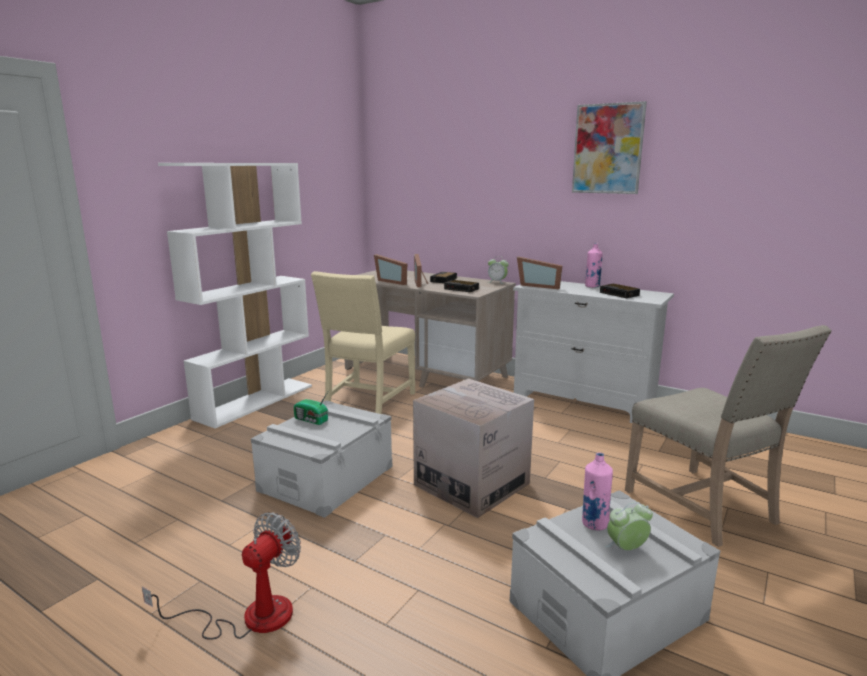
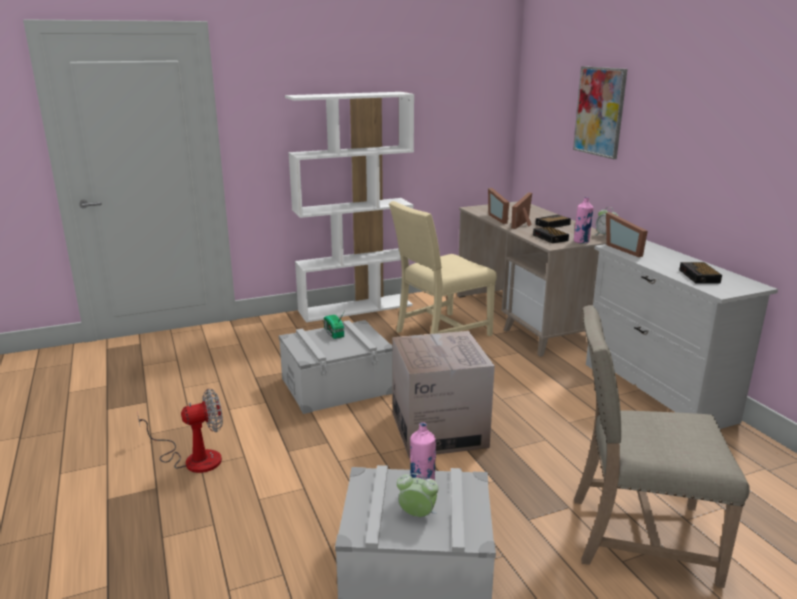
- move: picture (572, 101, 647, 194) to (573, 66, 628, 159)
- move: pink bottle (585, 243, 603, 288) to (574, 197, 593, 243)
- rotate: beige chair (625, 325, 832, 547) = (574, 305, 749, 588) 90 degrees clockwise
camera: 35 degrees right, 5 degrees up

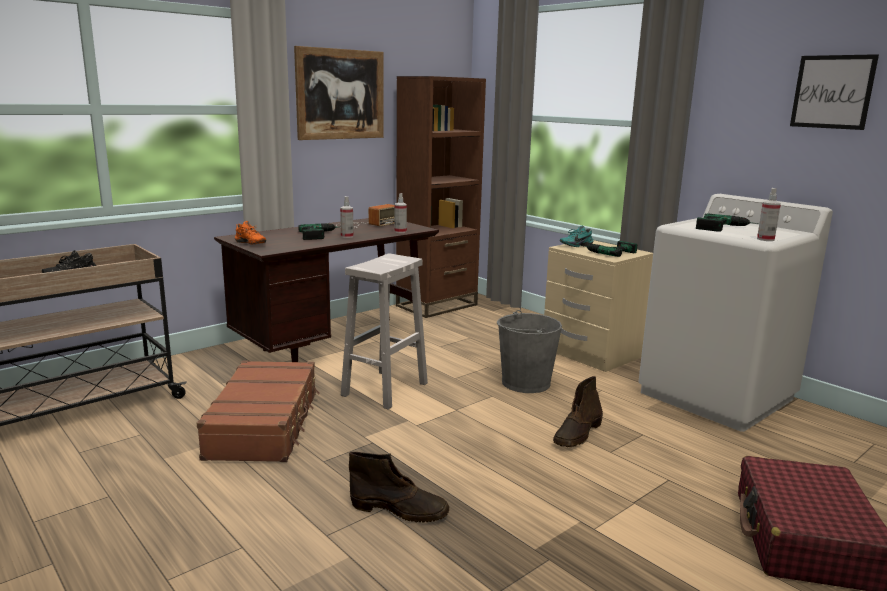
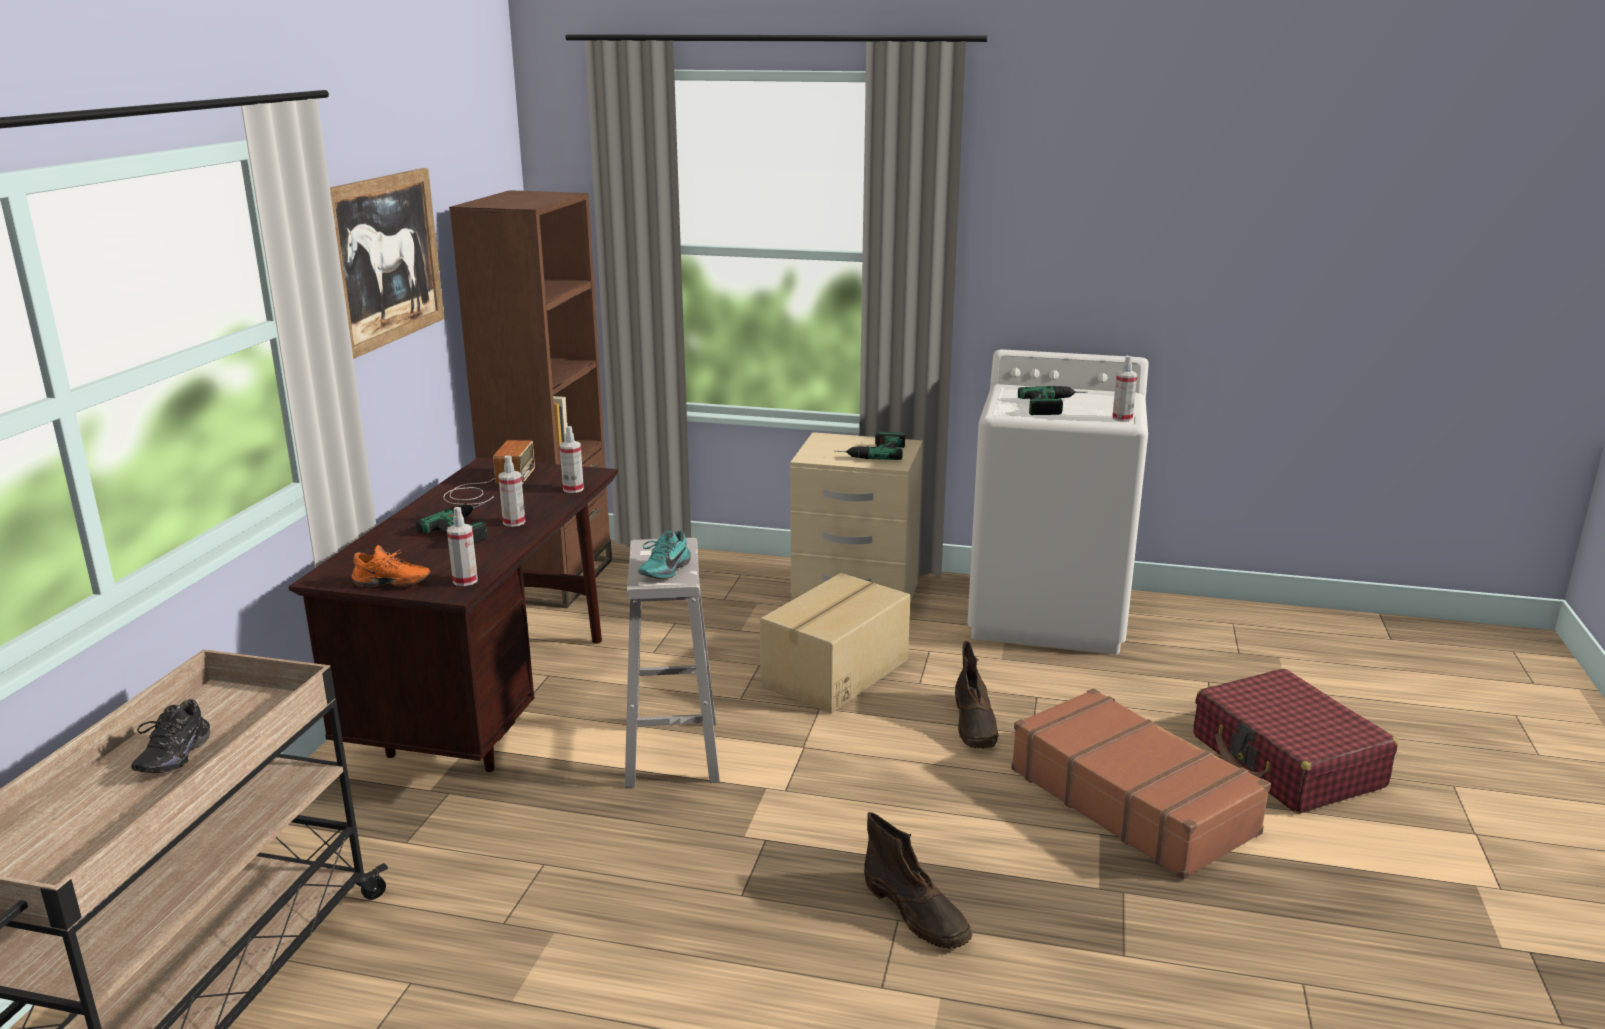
- move: brown suitcase (196, 360, 319, 462) to (1011, 688, 1271, 880)
- rotate: brown boot (349, 452, 449, 522) = (864, 812, 973, 949) 75 degrees clockwise
- replace: grey bucket (497, 310, 562, 393) to cardboard box (760, 573, 910, 714)
- move: turquoise shoe (560, 226, 593, 247) to (638, 530, 691, 579)
- delete: picture (790, 54, 879, 130)
- insert: spray bottle (447, 507, 478, 586)
camera: 35 degrees left, 5 degrees up

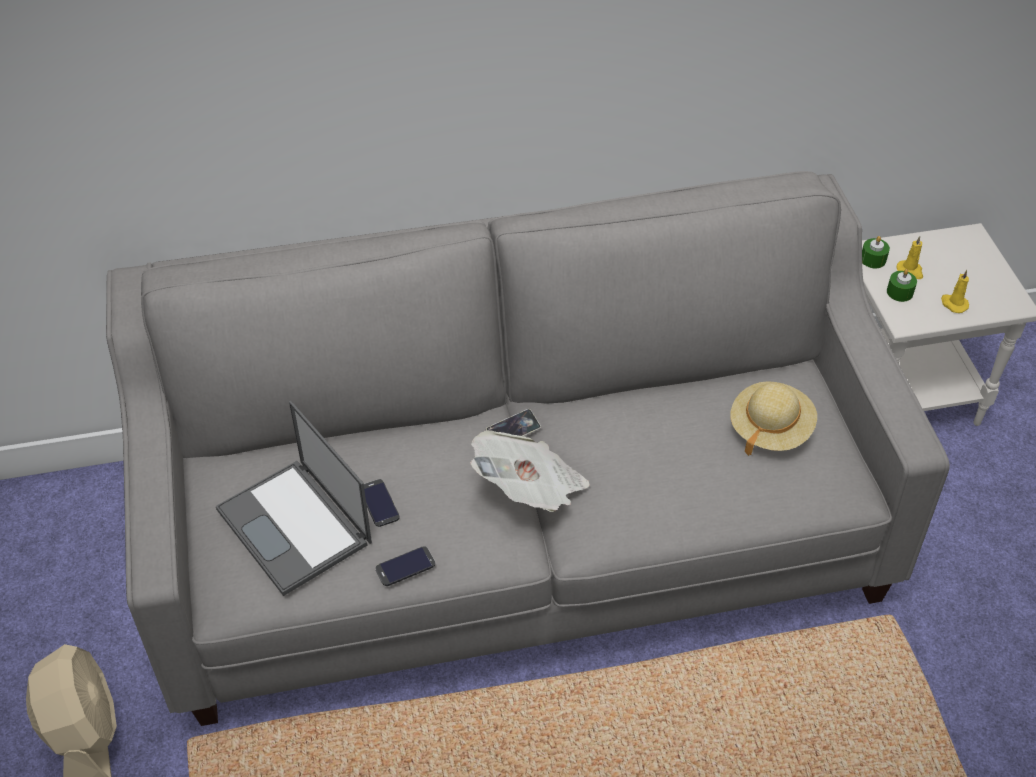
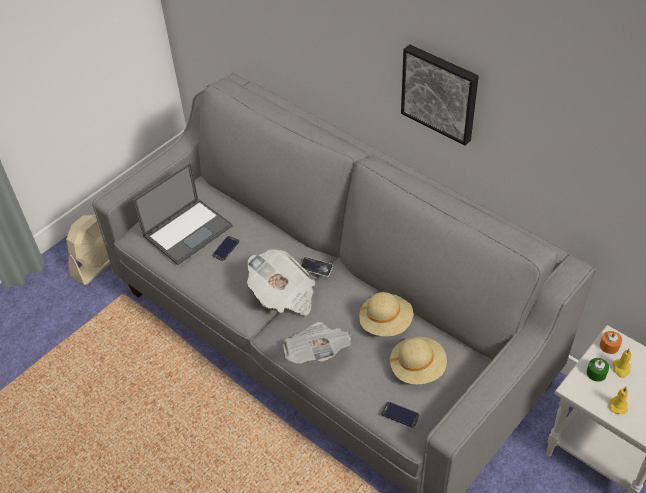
- rotate: laptop (216, 401, 372, 596) = (133, 163, 233, 265) 150 degrees counterclockwise
- move: phone (375, 546, 435, 586) to (381, 402, 420, 428)
- recolor: green candle (862, 236, 890, 268) to orange candle (600, 331, 622, 354)
- insert: newspaper (283, 322, 351, 363)
- insert: beige hat (359, 292, 413, 336)
- insert: picture (401, 44, 479, 146)
camera: 55 degrees right, 0 degrees up

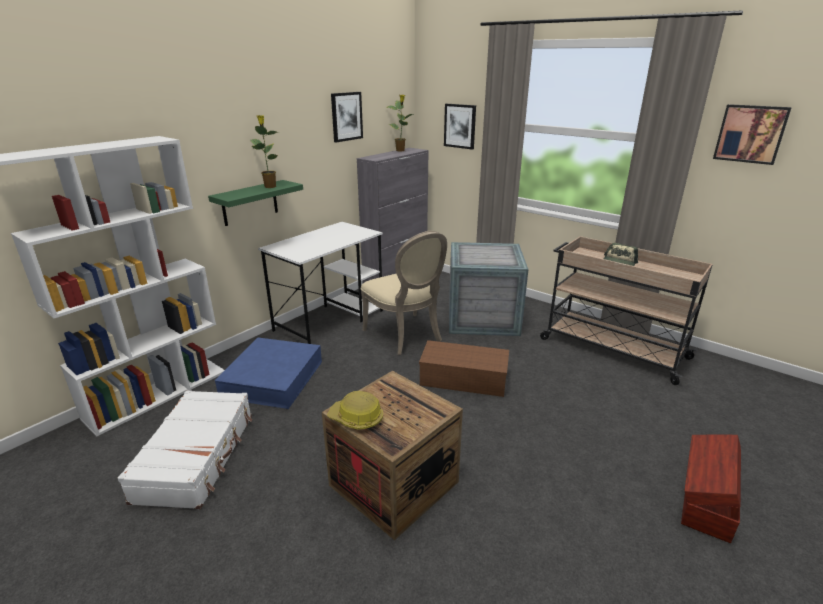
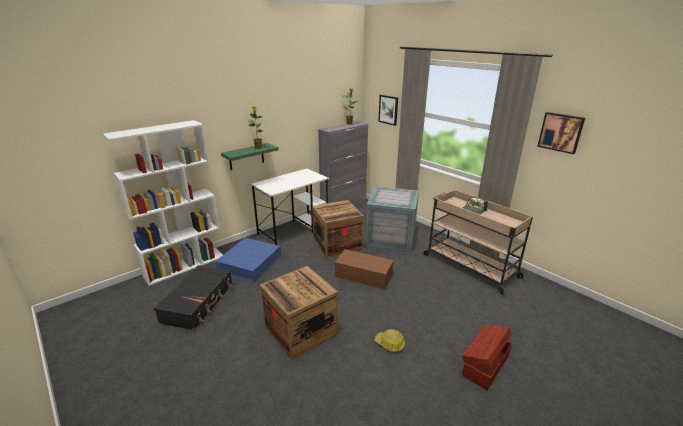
- recolor: white suitcase (118, 390, 252, 509) to black suitcase (154, 265, 233, 330)
- move: hard hat (327, 391, 383, 430) to (375, 329, 405, 352)
- delete: picture (331, 92, 363, 142)
- replace: beige chair (361, 231, 447, 355) to crate (312, 200, 364, 258)
camera: 10 degrees right, 0 degrees up

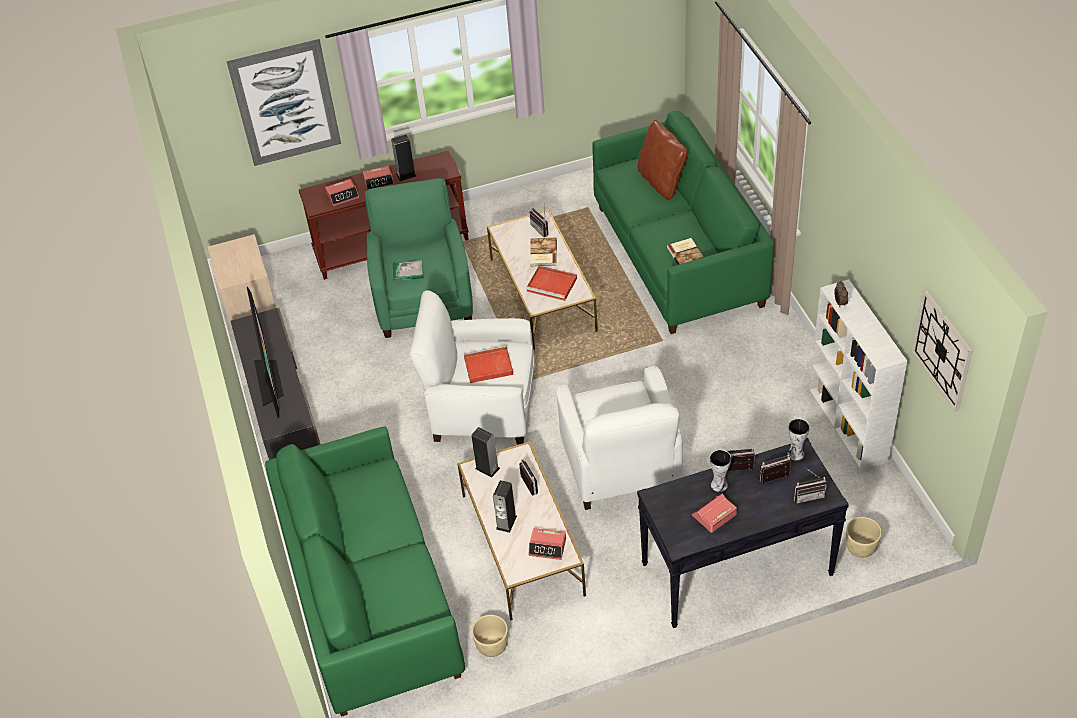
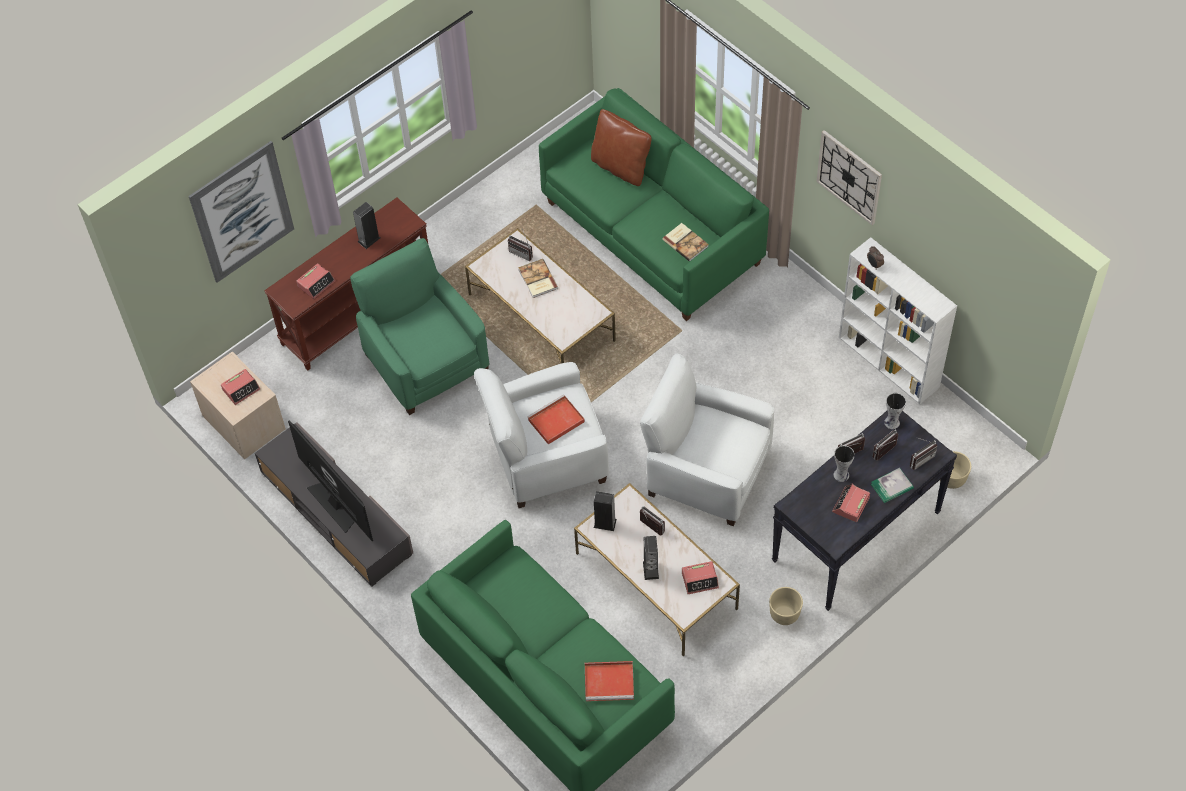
- move: alarm clock (363, 166, 394, 190) to (221, 369, 260, 405)
- move: book (393, 260, 423, 281) to (871, 468, 914, 503)
- move: beige planter (472, 615, 508, 657) to (769, 587, 803, 625)
- move: red tray (526, 266, 577, 301) to (585, 661, 634, 701)
- rotate: white armchair (556, 366, 683, 510) = (640, 354, 774, 526) 150 degrees clockwise
- move: wall clock (912, 290, 973, 412) to (817, 130, 882, 225)
camera: 25 degrees left, 10 degrees up

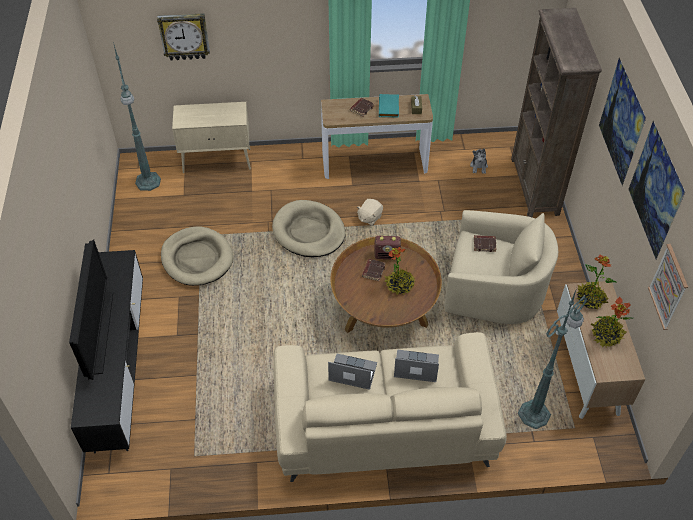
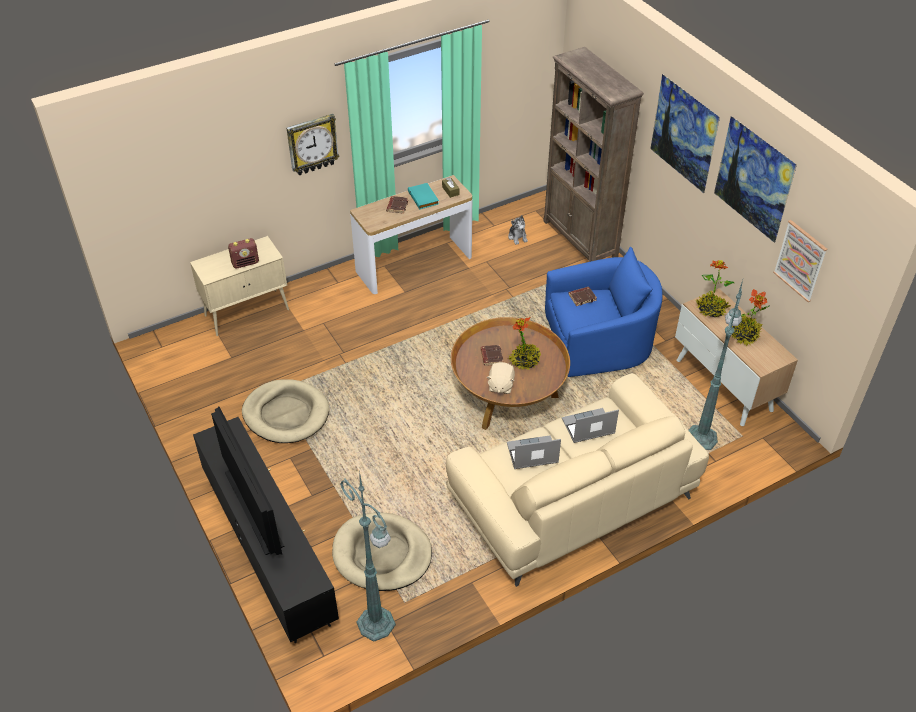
- move: green floor lamp (113, 42, 161, 191) to (340, 470, 396, 641)
- move: wall clock (157, 13, 210, 60) to (286, 114, 339, 175)
- move: beige dog bed (272, 200, 346, 257) to (332, 512, 432, 591)
- move: beige plush toy (357, 199, 383, 226) to (486, 362, 515, 394)
- move: radio (374, 236, 401, 259) to (228, 238, 259, 269)
- recolor: beige armchair (445, 210, 558, 324) to blue armchair (545, 247, 663, 377)
camera: 25 degrees left, 5 degrees down

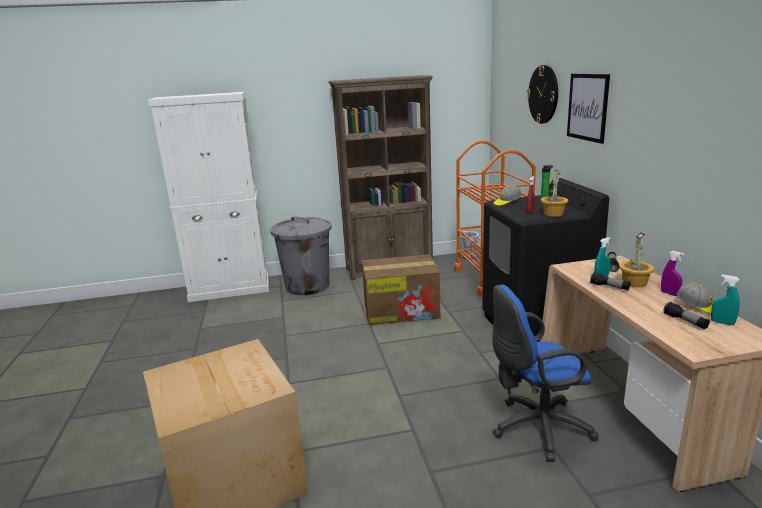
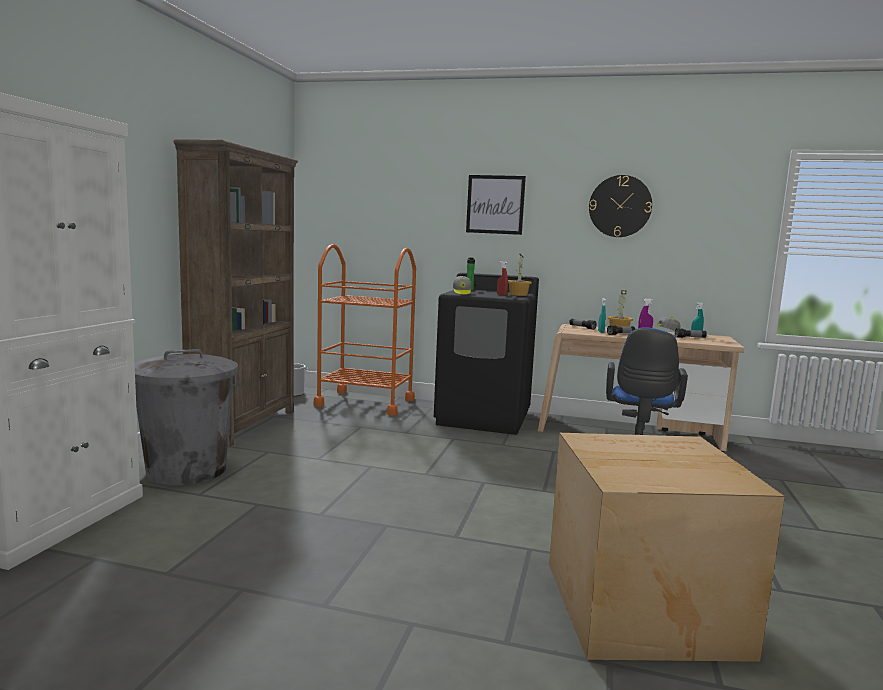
- delete: cardboard box (362, 255, 440, 325)
- move: wall clock (527, 65, 558, 124) to (589, 175, 652, 237)
camera: 65 degrees left, 10 degrees down

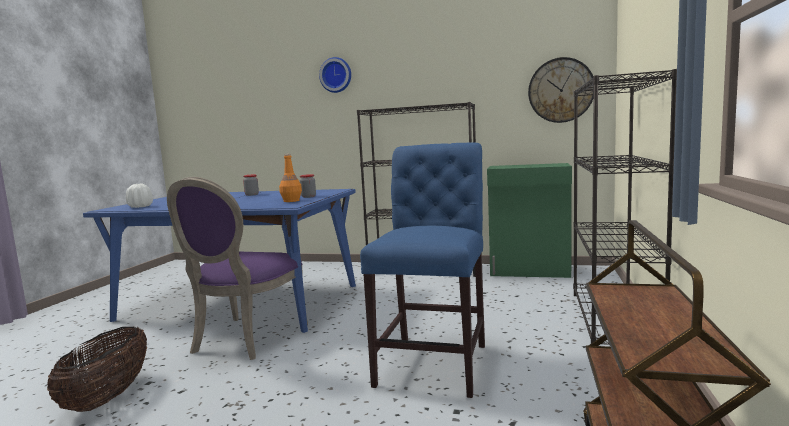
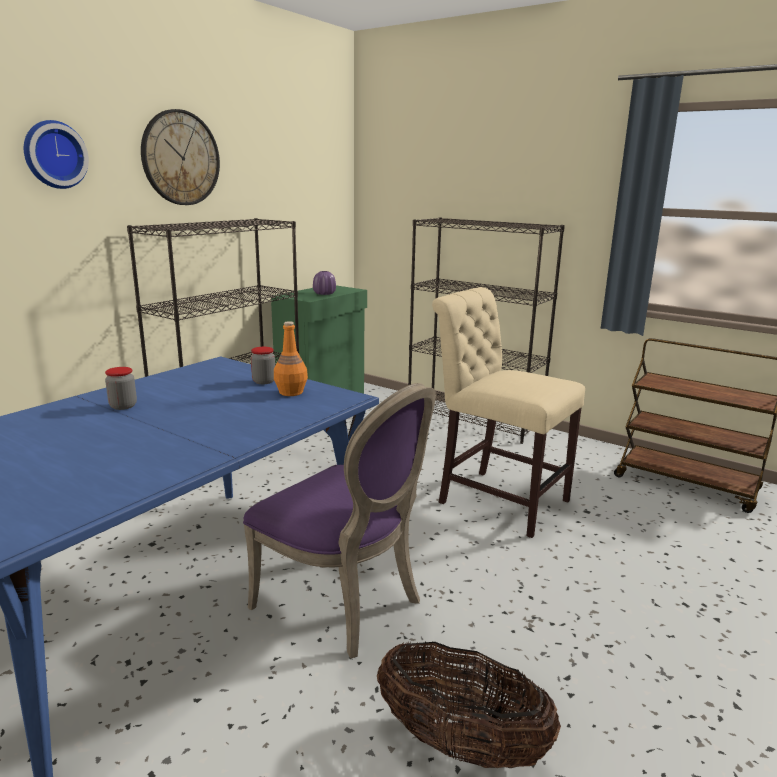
- delete: white vase (126, 184, 153, 208)
- recolor: blue chair (360, 143, 485, 398) to beige chair (432, 287, 585, 538)
- move: wall clock (528, 57, 594, 123) to (141, 109, 220, 205)
- insert: purple vase (313, 271, 336, 295)
camera: 70 degrees left, 10 degrees up

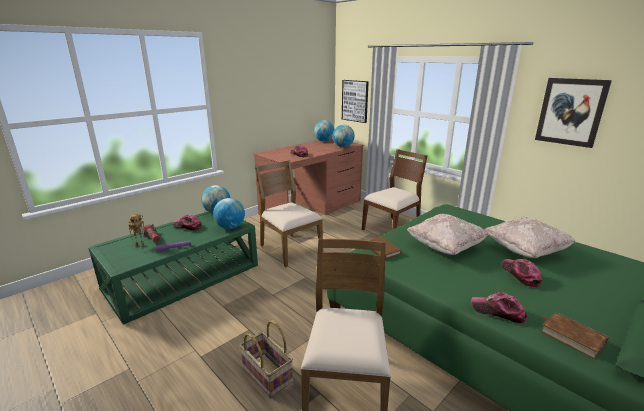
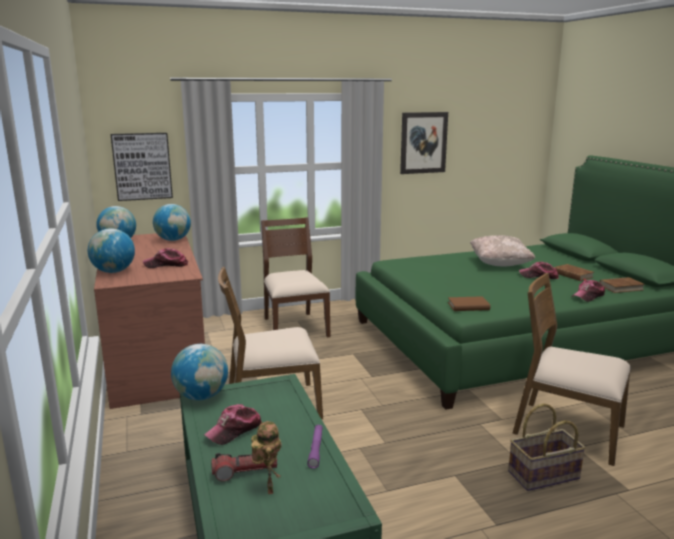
- move: globe (213, 198, 245, 229) to (88, 228, 135, 273)
- delete: beige pillow (407, 214, 490, 255)
- insert: brown book (553, 264, 594, 281)
camera: 65 degrees left, 5 degrees down

